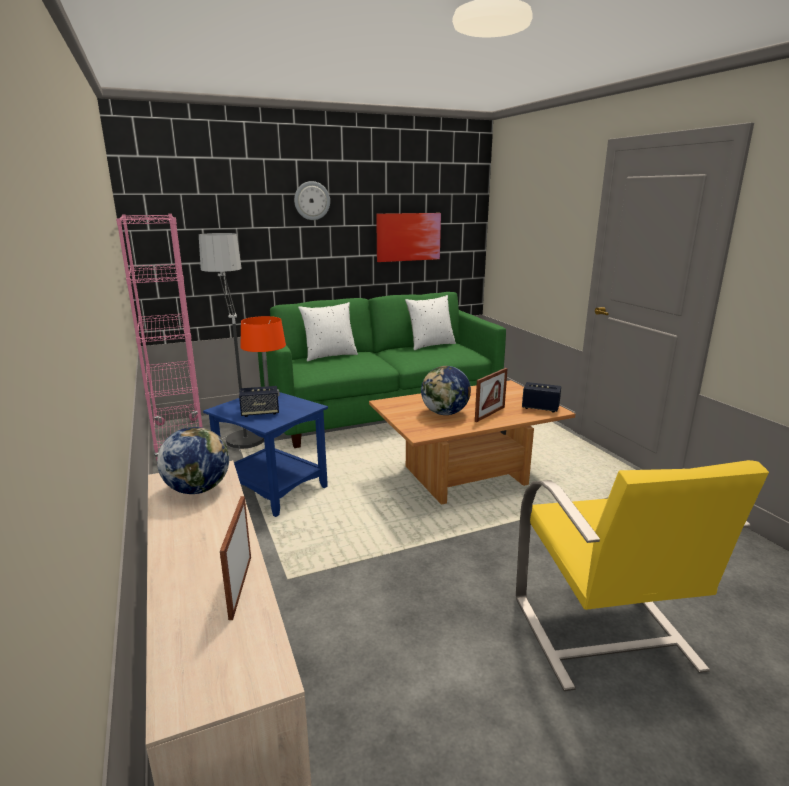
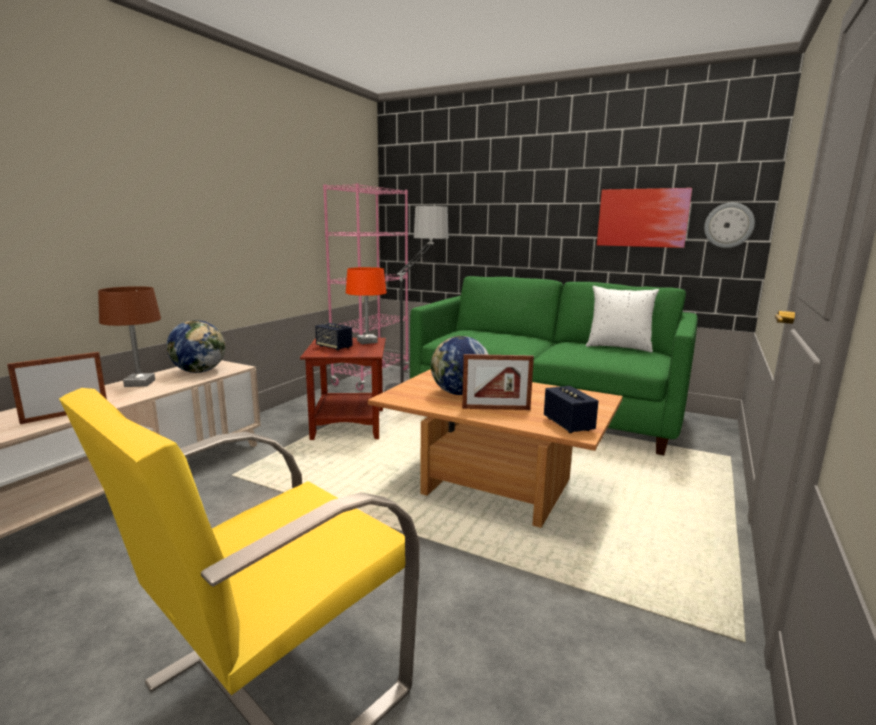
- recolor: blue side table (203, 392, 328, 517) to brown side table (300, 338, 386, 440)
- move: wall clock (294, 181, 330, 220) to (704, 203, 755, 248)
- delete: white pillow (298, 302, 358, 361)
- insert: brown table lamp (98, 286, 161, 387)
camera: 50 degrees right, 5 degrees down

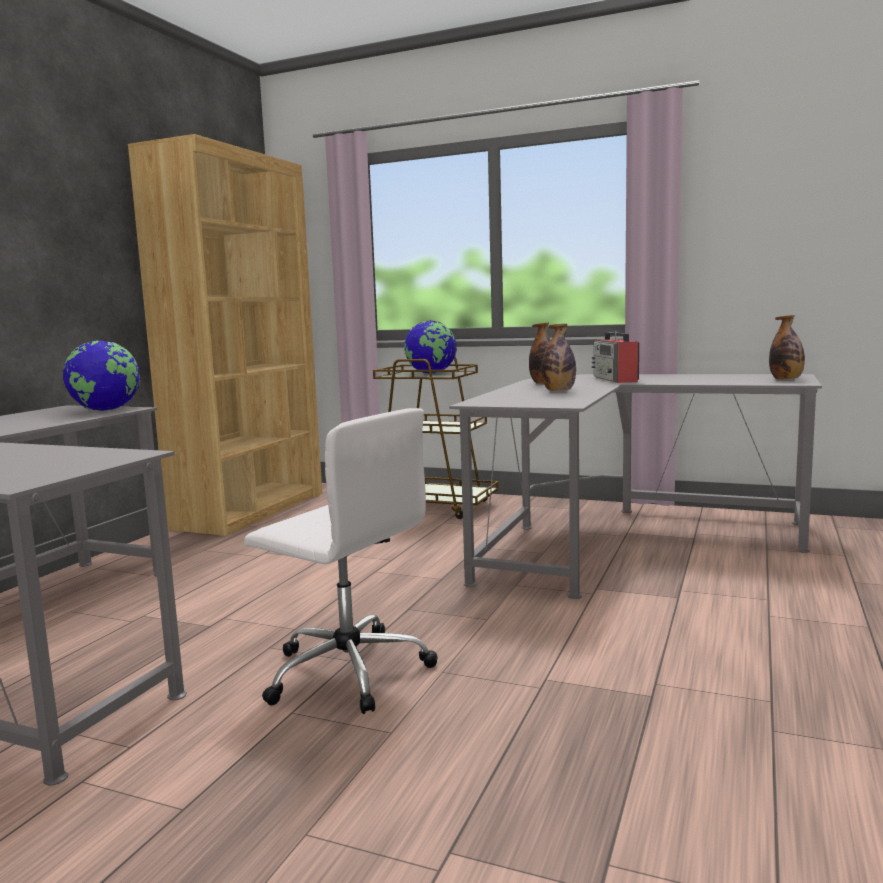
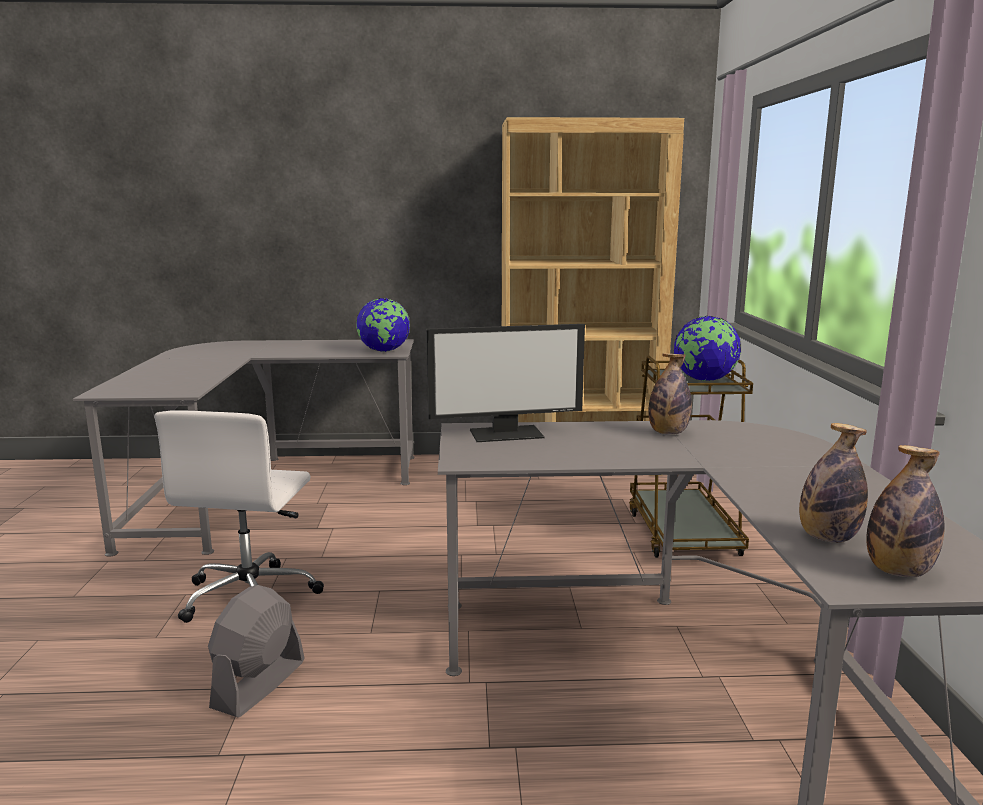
- move: bottle (542, 324, 576, 391) to (799, 423, 868, 543)
- delete: radio (592, 331, 639, 383)
- insert: grey fan (208, 585, 304, 718)
- insert: monitor (426, 324, 585, 442)
camera: 65 degrees right, 5 degrees up

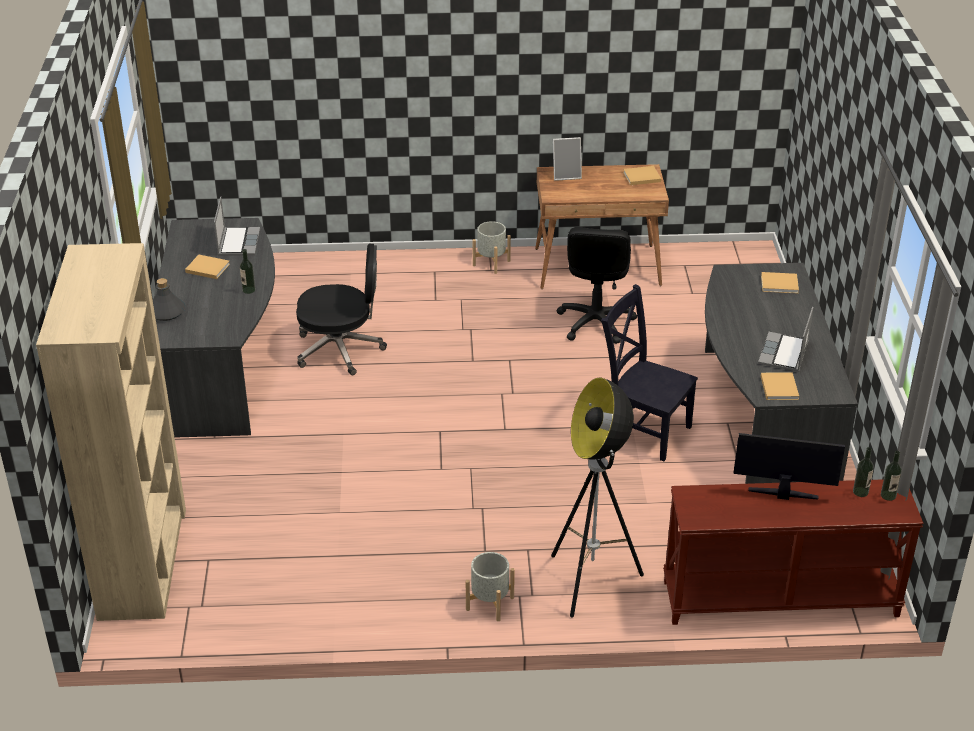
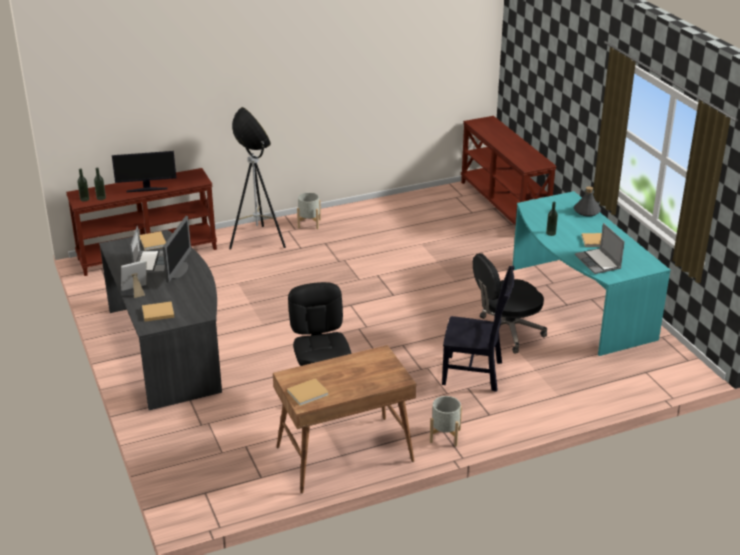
- replace: beige bookcase (36, 243, 186, 621) to brown console table (461, 116, 557, 226)
- recolor: grey desk (154, 218, 275, 438) to turquoise desk (513, 191, 671, 356)
- move: picture frame (553, 137, 582, 181) to (121, 260, 147, 298)
- move: black chair (601, 284, 698, 461) to (442, 266, 515, 392)
- insert: monitor (163, 216, 191, 283)
camera: 160 degrees right, 5 degrees down

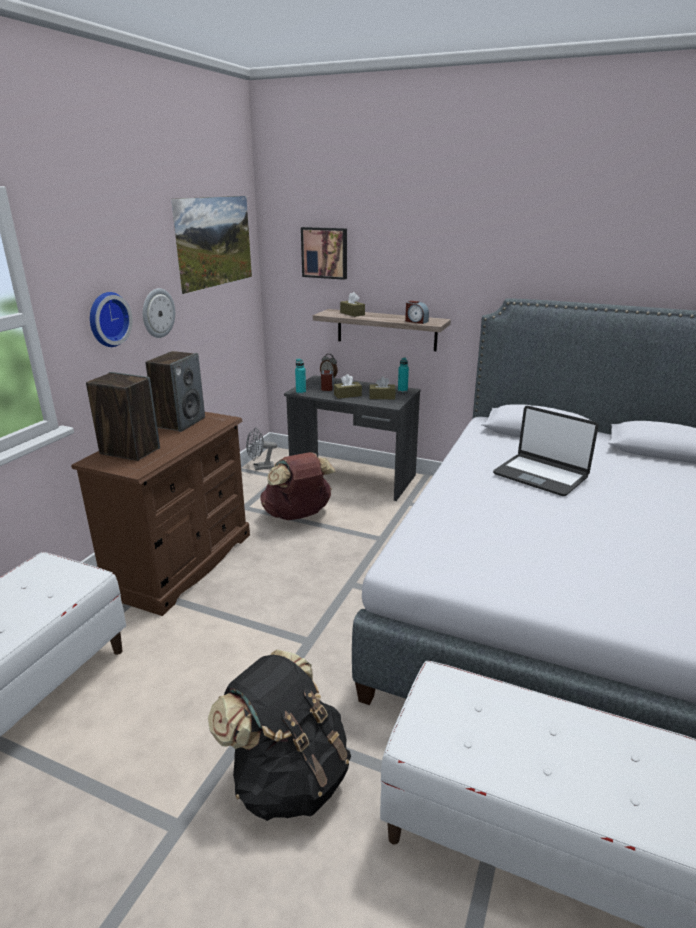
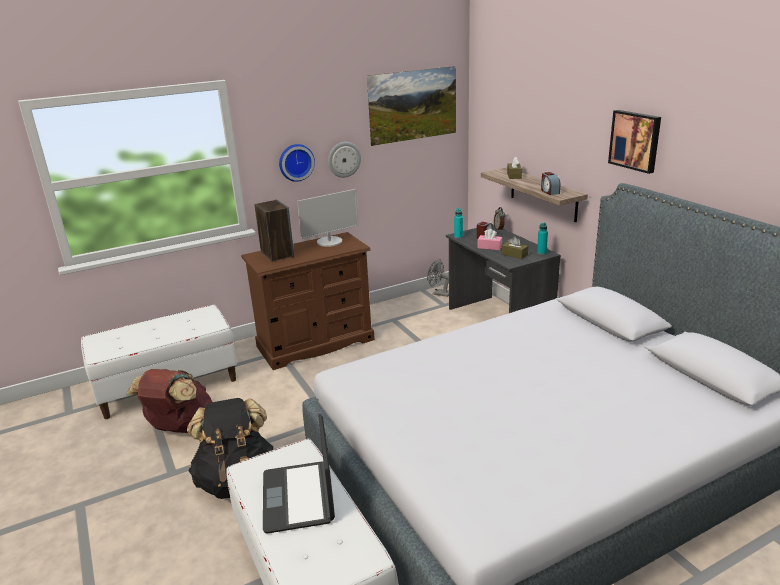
- replace: speaker (145, 351, 205, 432) to monitor (297, 189, 359, 247)
- move: brown backpack (260, 452, 336, 520) to (126, 369, 212, 433)
- move: picture (301, 227, 347, 280) to (608, 110, 661, 174)
- recolor: brown tissue box (334, 374, 362, 399) to pink tissue box (477, 229, 502, 250)
- move: laptop (493, 406, 599, 496) to (263, 414, 335, 534)
camera: 40 degrees right, 0 degrees up

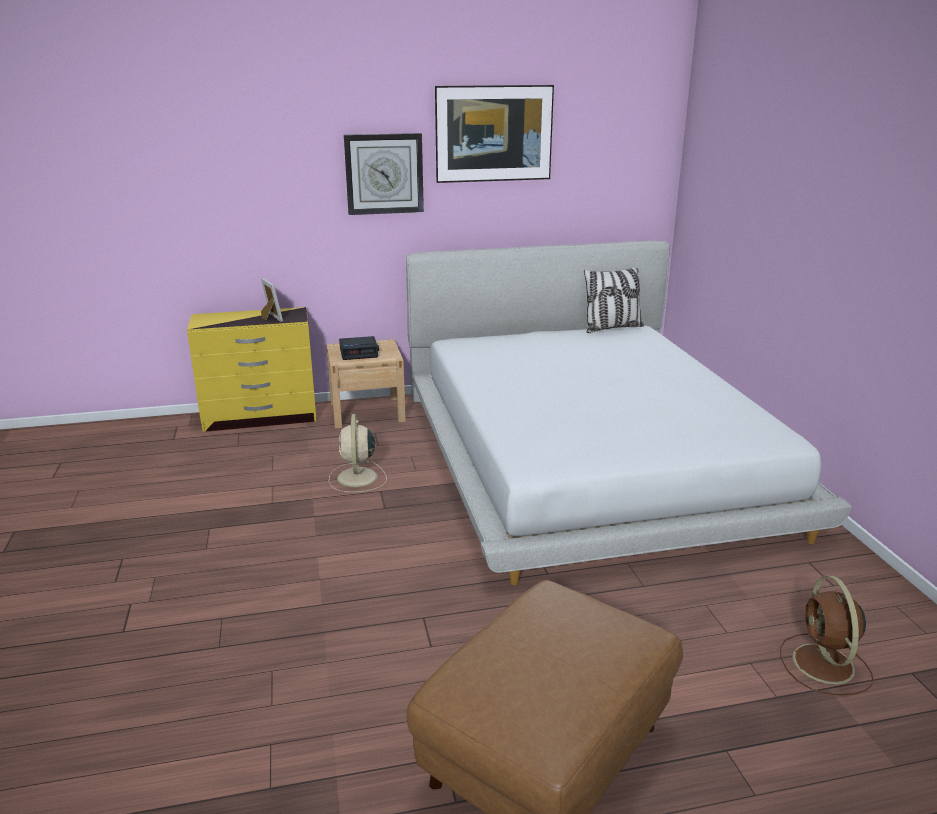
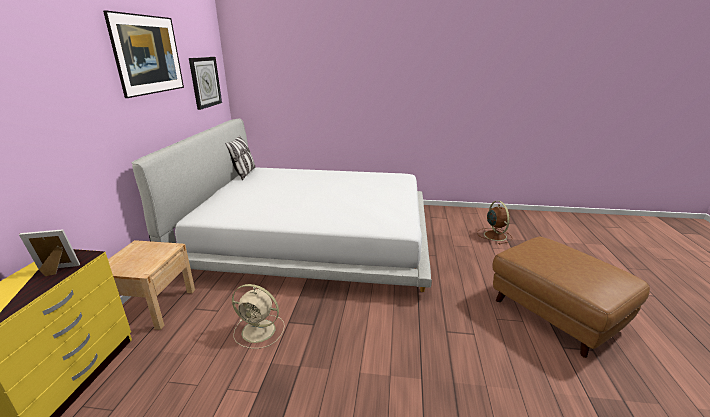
- delete: alarm clock (339, 336, 379, 360)
- move: wall clock (344, 133, 424, 215) to (189, 57, 222, 110)
- rotate: brown fan (780, 576, 874, 696) = (477, 201, 512, 244) 120 degrees counterclockwise
camera: 70 degrees left, 0 degrees up

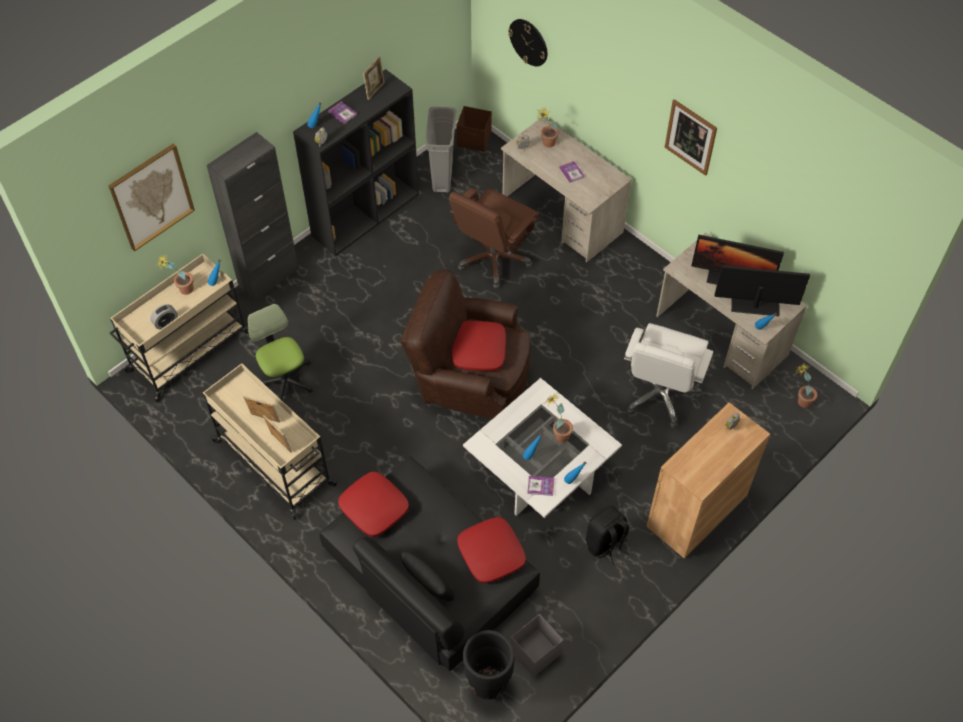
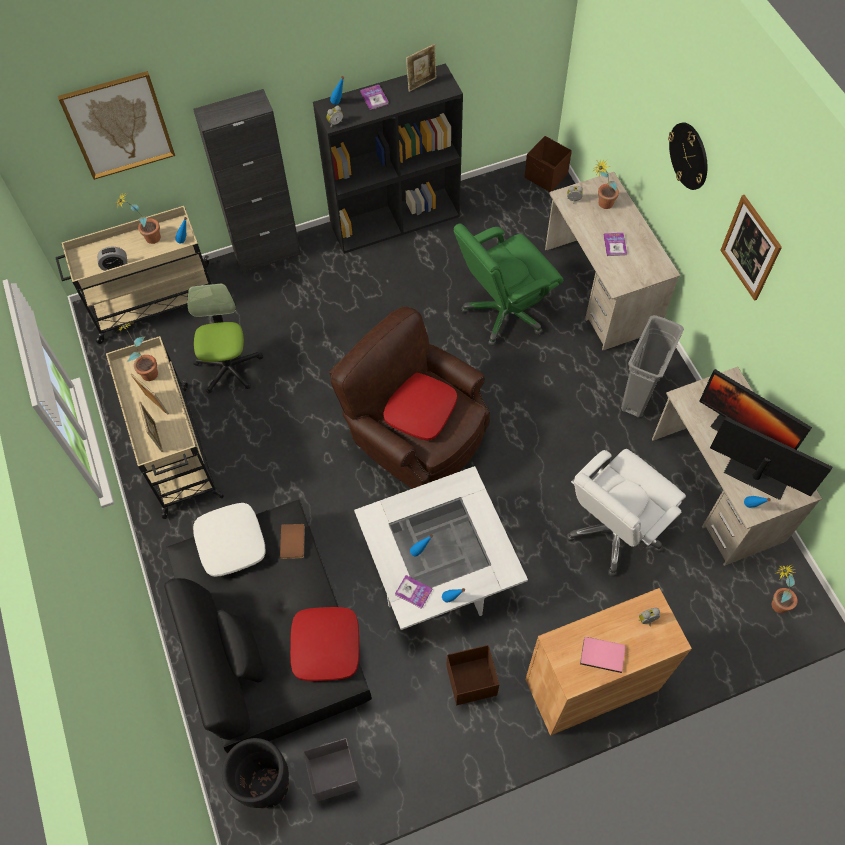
- recolor: red pillow (338, 472, 409, 537) to white pillow (193, 503, 266, 577)
- move: grey trash can (425, 107, 456, 193) to (621, 315, 684, 418)
- recolor: brown office chair (449, 188, 539, 289) to green office chair (454, 224, 563, 346)
- move: wall clock (508, 19, 548, 66) to (668, 122, 708, 190)
- move: potted plant (544, 394, 573, 442) to (115, 322, 158, 381)
- replace: black backpack (586, 506, 629, 565) to brown storage box (447, 645, 500, 705)
- insert: brown book (280, 524, 305, 559)
- insert: pink book (580, 637, 625, 673)
camera: 25 degrees right, 5 degrees up

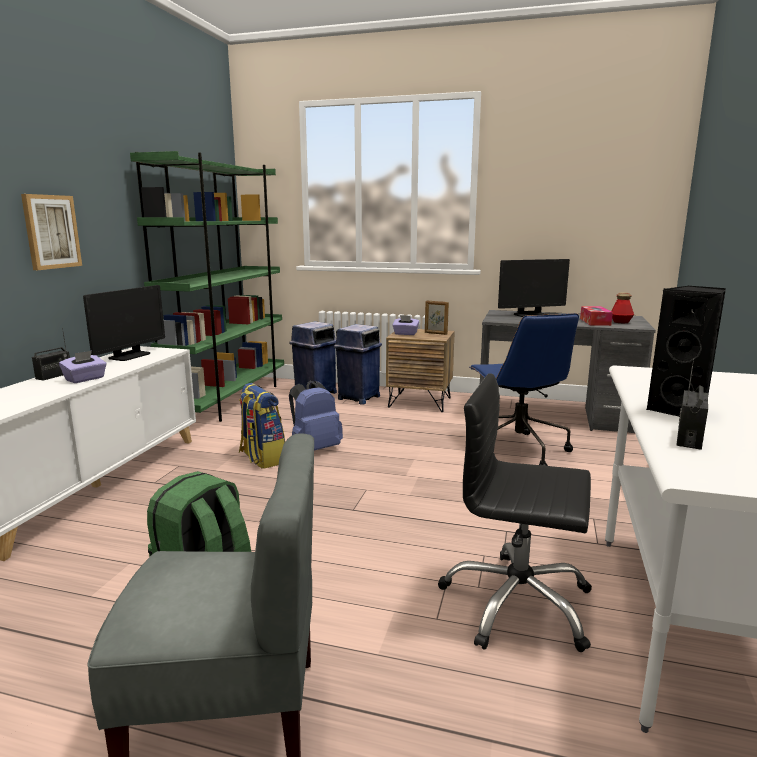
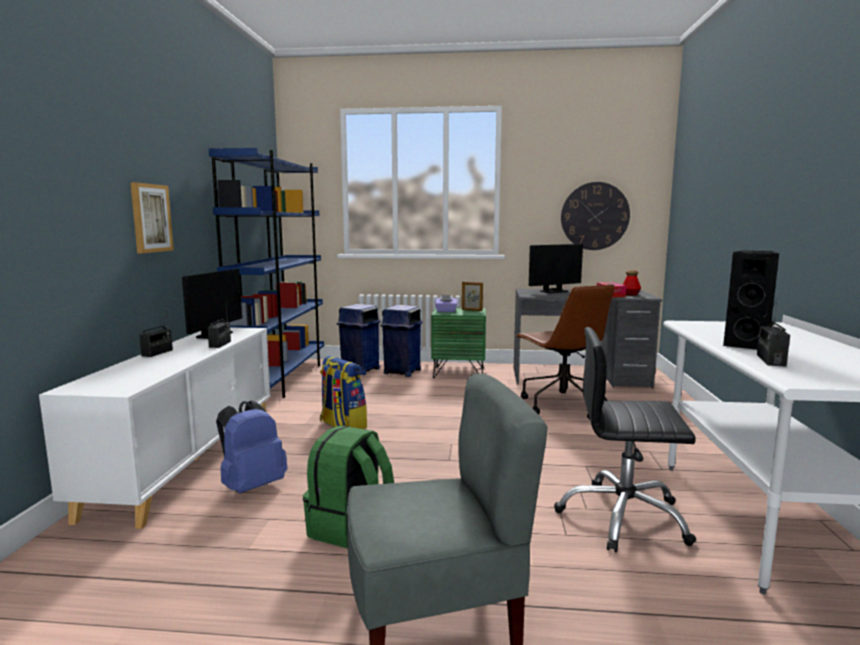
- delete: purple tissue box (59, 351, 107, 383)
- recolor: green bookcase (130, 151, 284, 422) to blue bookcase (209, 148, 324, 398)
- move: blue backpack (289, 381, 343, 450) to (216, 400, 287, 494)
- recolor: brown nightstand (386, 329, 455, 412) to green nightstand (431, 307, 486, 378)
- recolor: blue office chair (469, 313, 579, 466) to brown office chair (515, 284, 614, 419)
- insert: radio (207, 306, 231, 348)
- insert: wall clock (561, 182, 630, 250)
camera: 10 degrees left, 5 degrees down

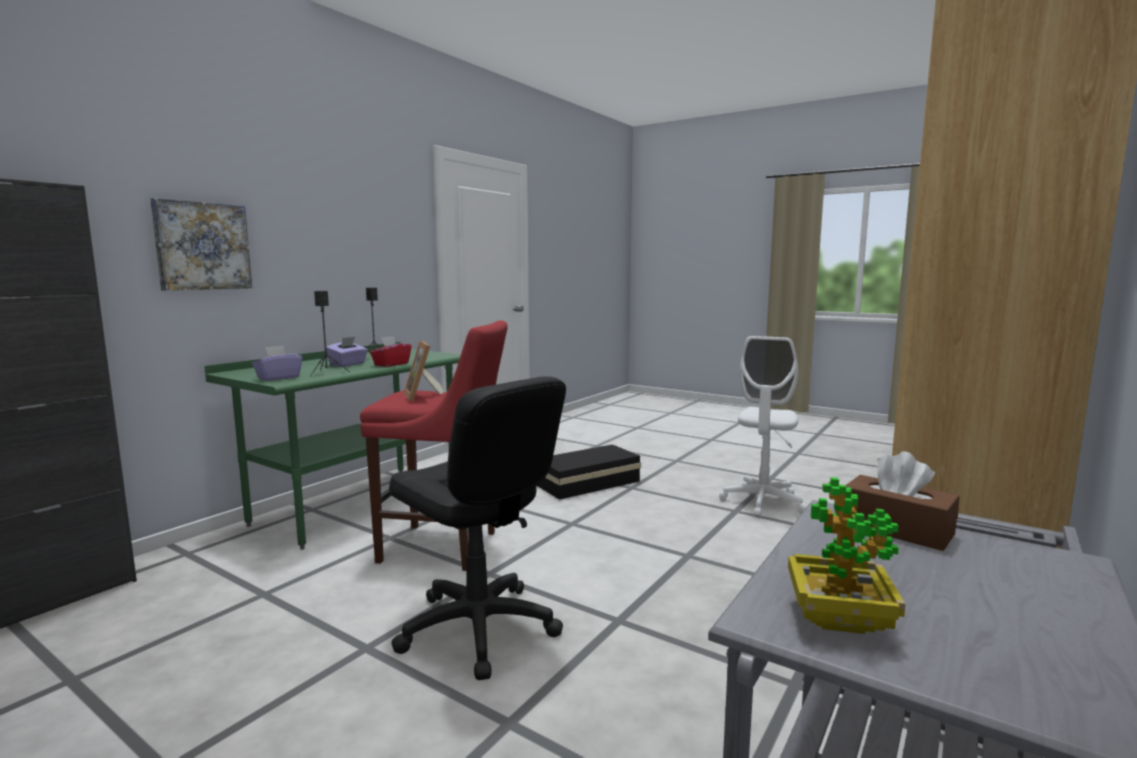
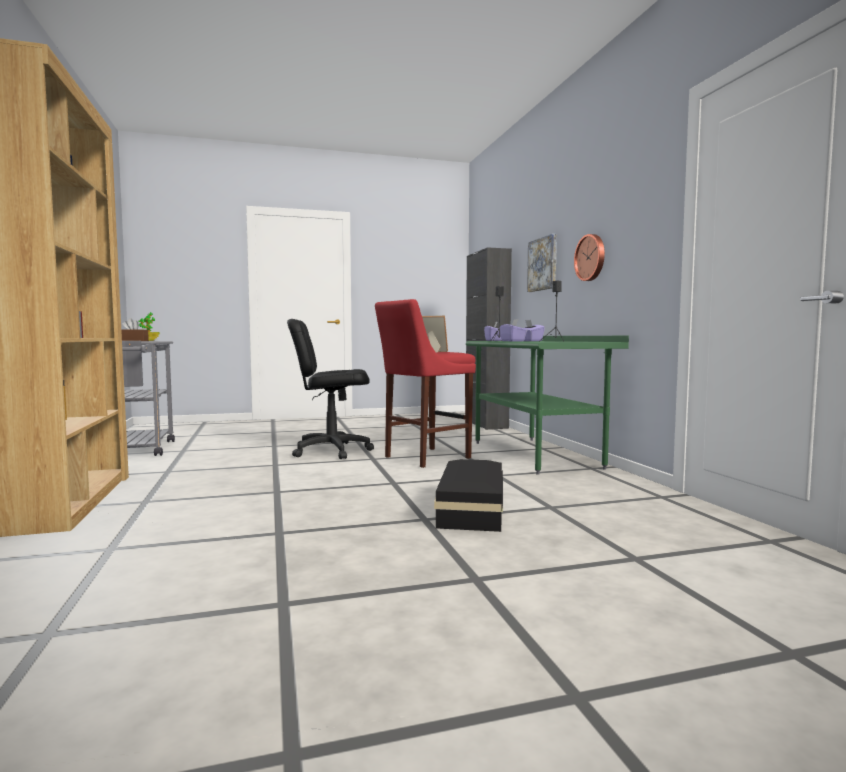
- recolor: red tissue box (370, 336, 411, 367) to purple tissue box (500, 319, 527, 341)
- delete: white office chair (719, 336, 807, 518)
- insert: wall clock (574, 234, 605, 281)
camera: 130 degrees right, 5 degrees down

